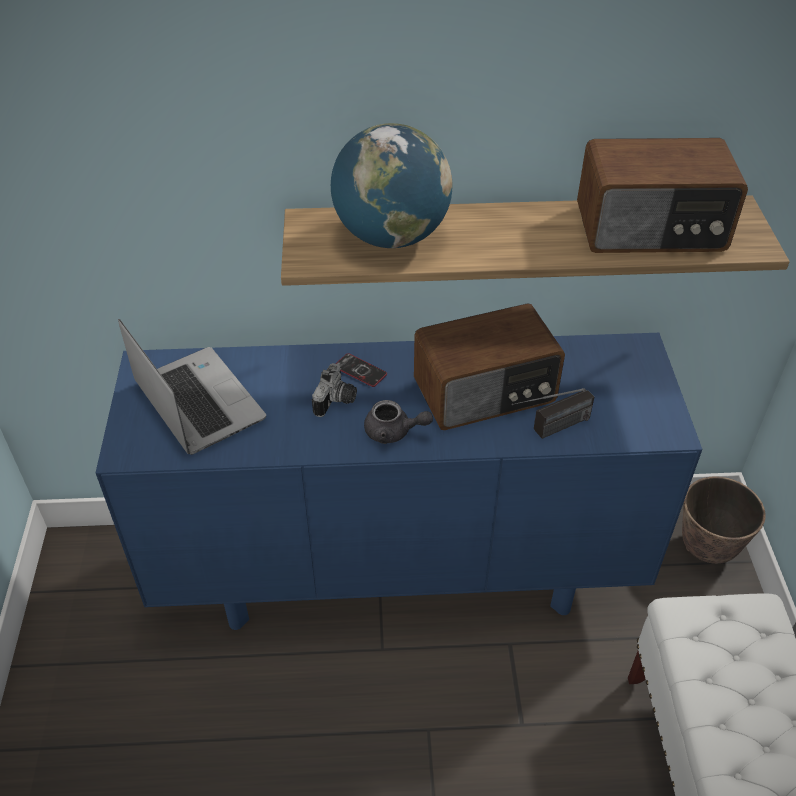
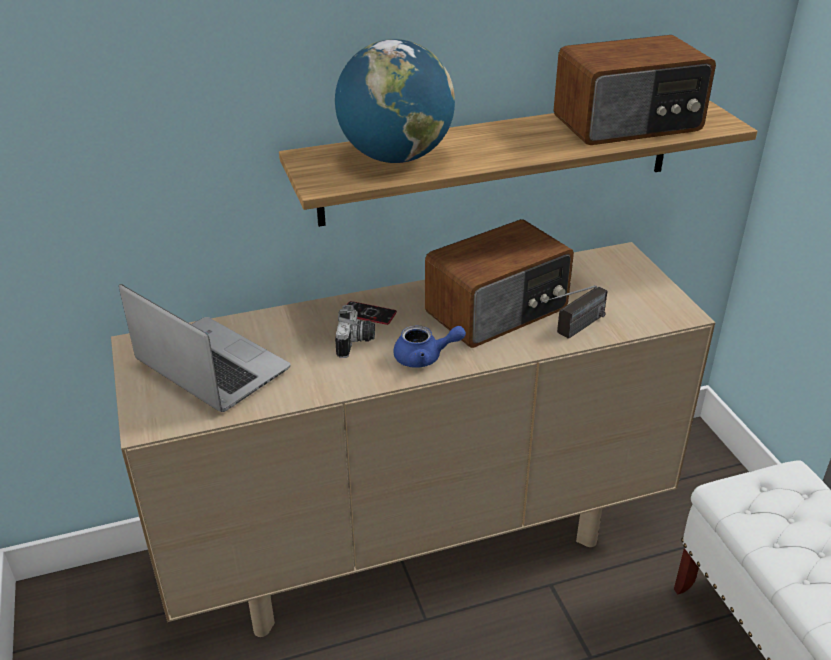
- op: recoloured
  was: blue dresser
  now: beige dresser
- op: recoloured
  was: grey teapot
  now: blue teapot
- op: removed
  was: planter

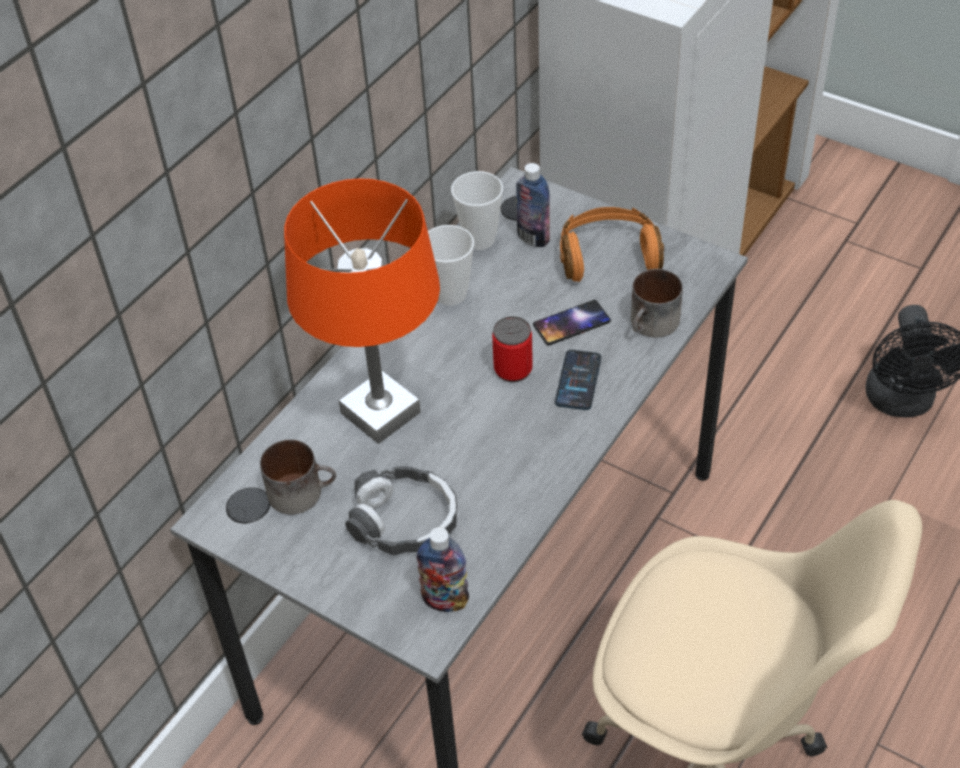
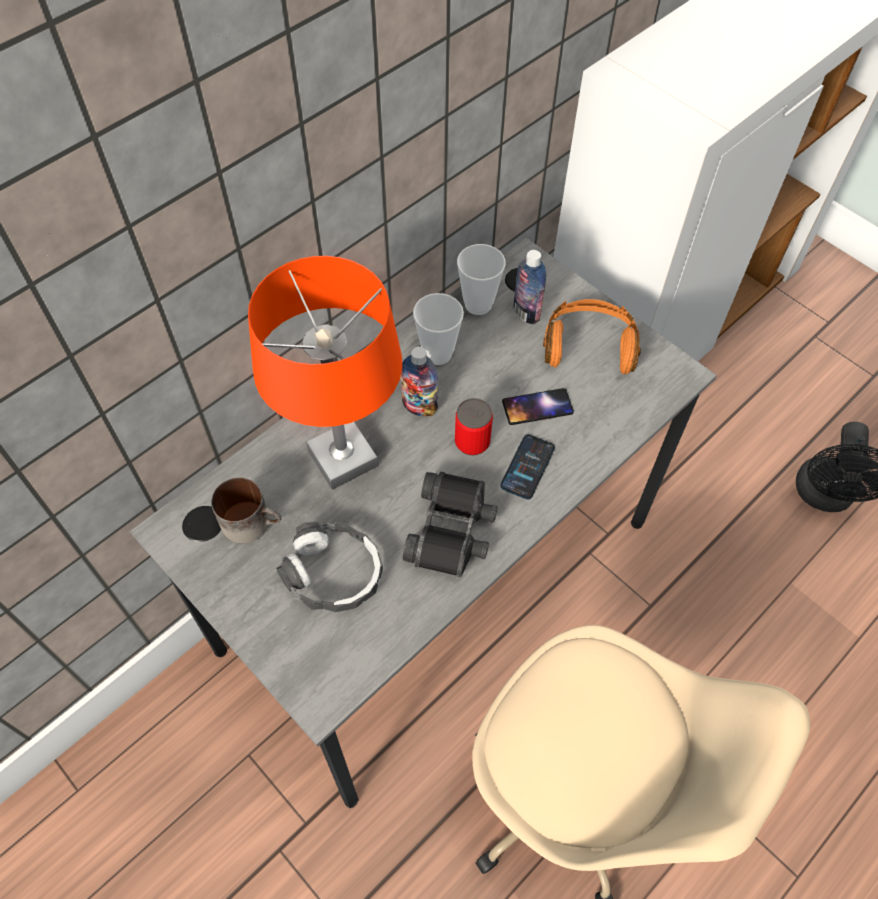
- op: removed
  was: mug (2nd from left)
- op: moved
  was: bottle (1st from left)
- op: added
  now: black binoculars

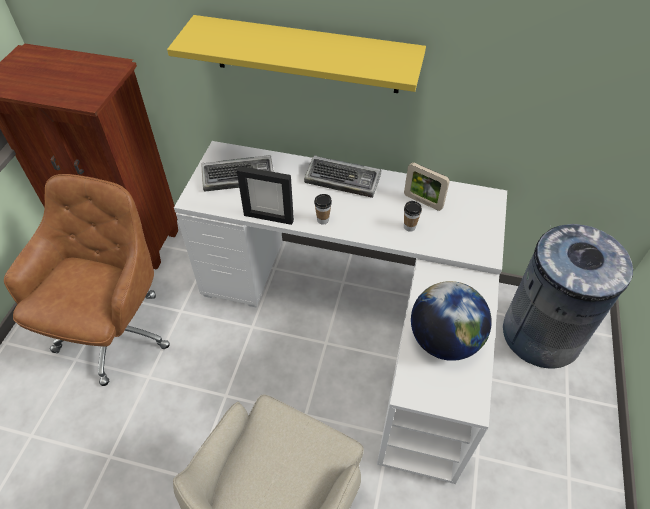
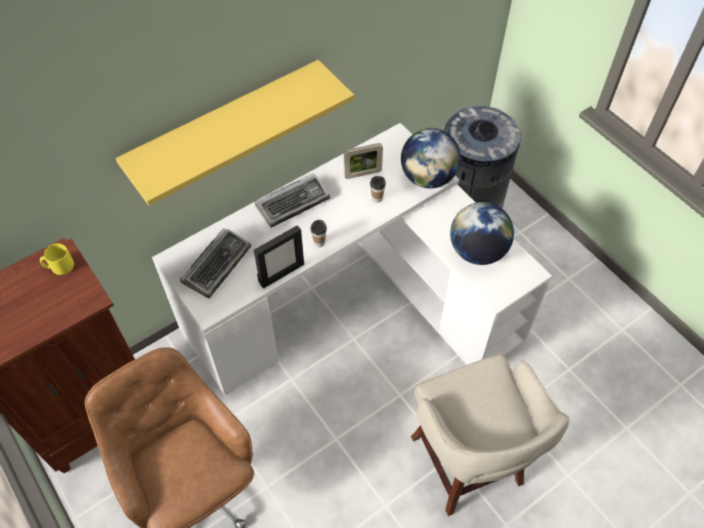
- op: added
  now: globe (1st from left)
- op: added
  now: yellow mug

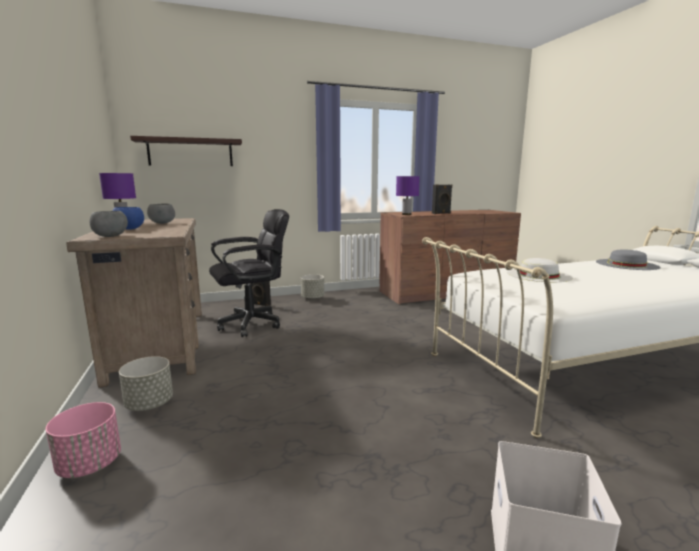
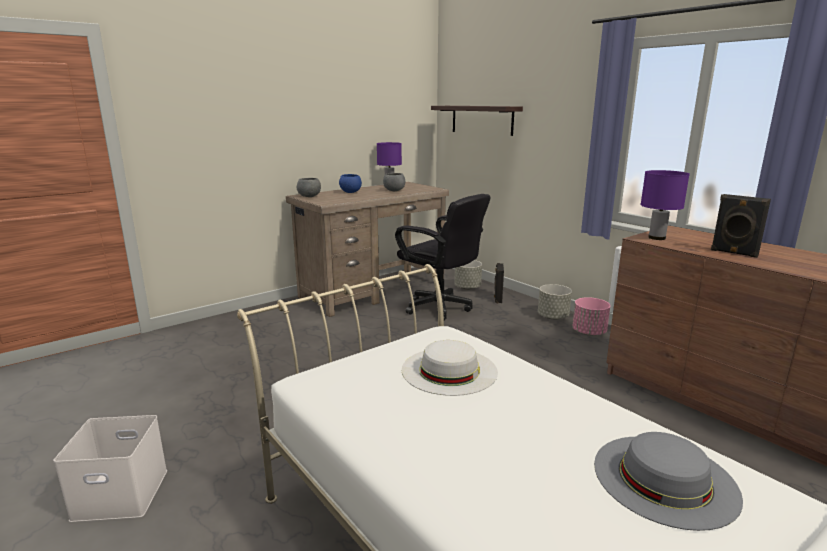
- op: moved
  was: grey planter (1st from left)
- op: moved
  was: pink planter

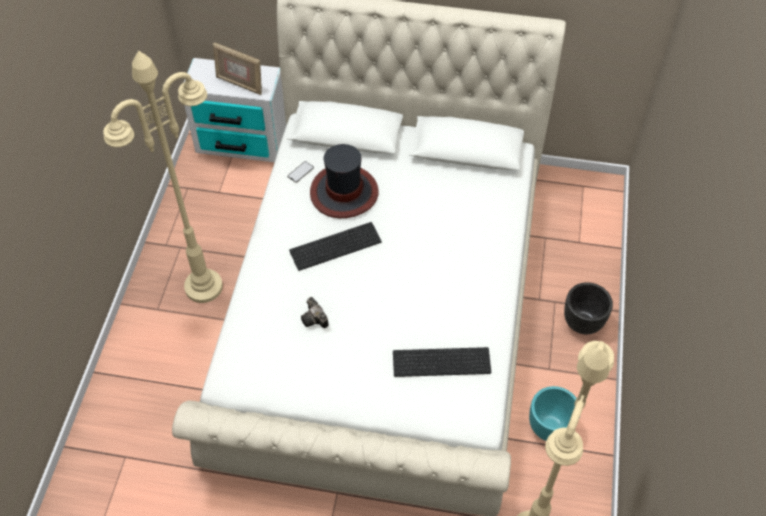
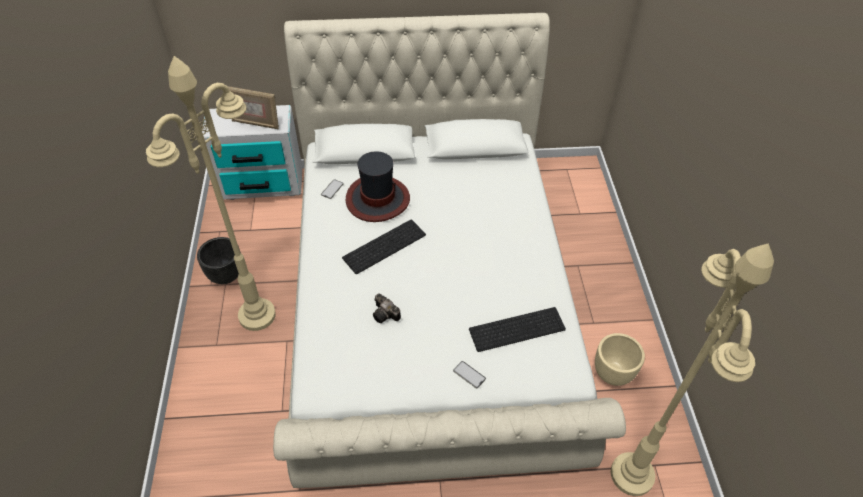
- op: moved
  was: black planter
- op: recoloured
  was: turquoise planter
  now: beige planter
- op: added
  now: phone (2nd from left)

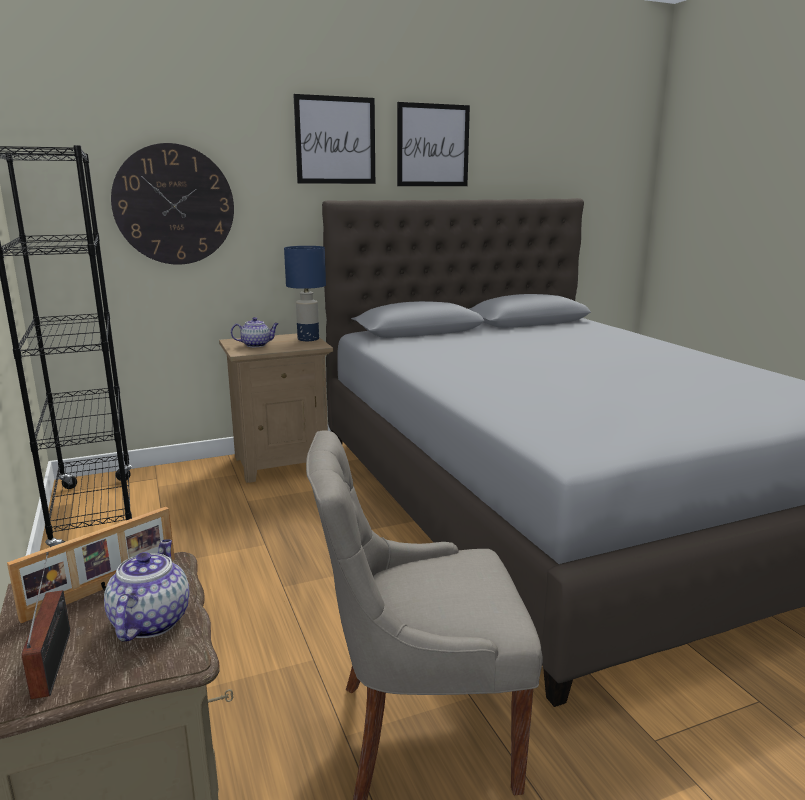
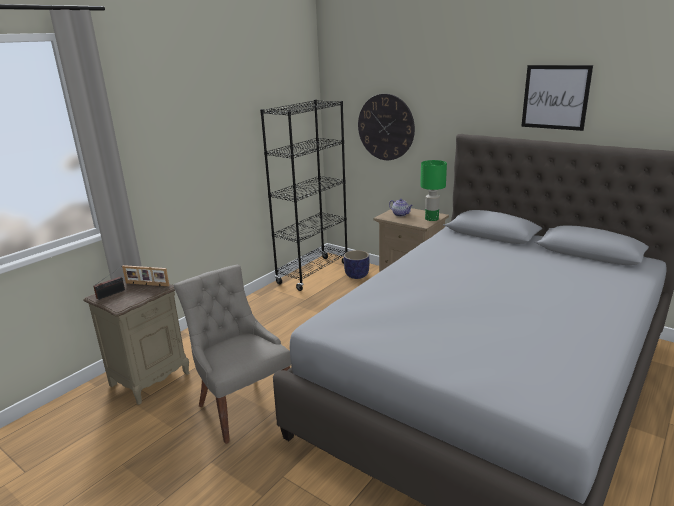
- op: removed
  was: picture (1st from left)
- op: recoloured
  was: blue table lamp
  now: green table lamp
- op: removed
  was: teapot (1st from left)
- op: added
  now: planter

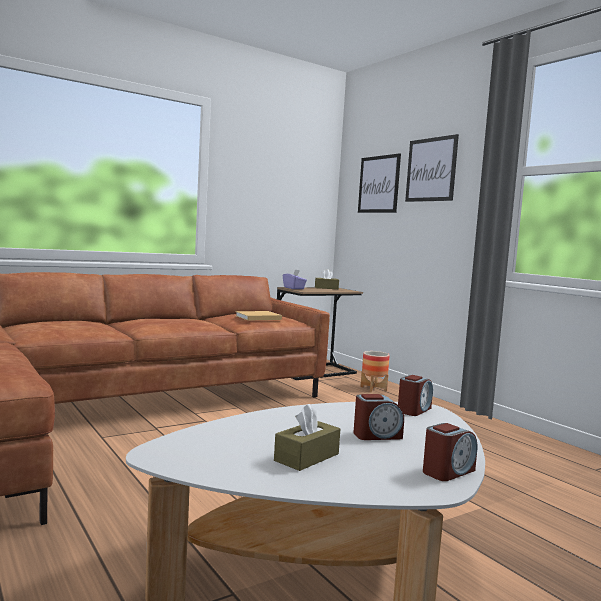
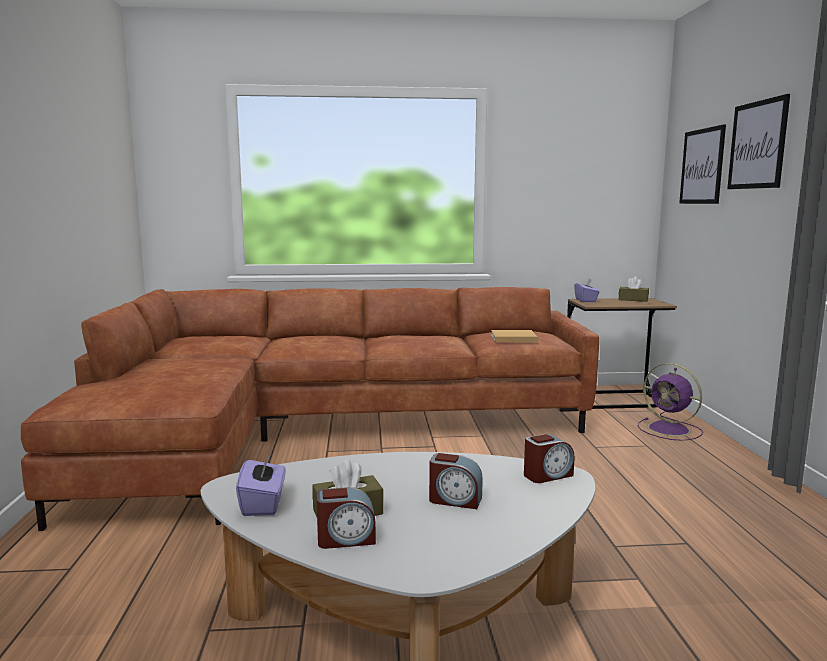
- op: replaced
  was: planter
  now: purple fan
- op: moved
  was: alarm clock (3rd from left in the first image)
  now: alarm clock (1st from left)
- op: added
  now: purple tissue box (1st from left)

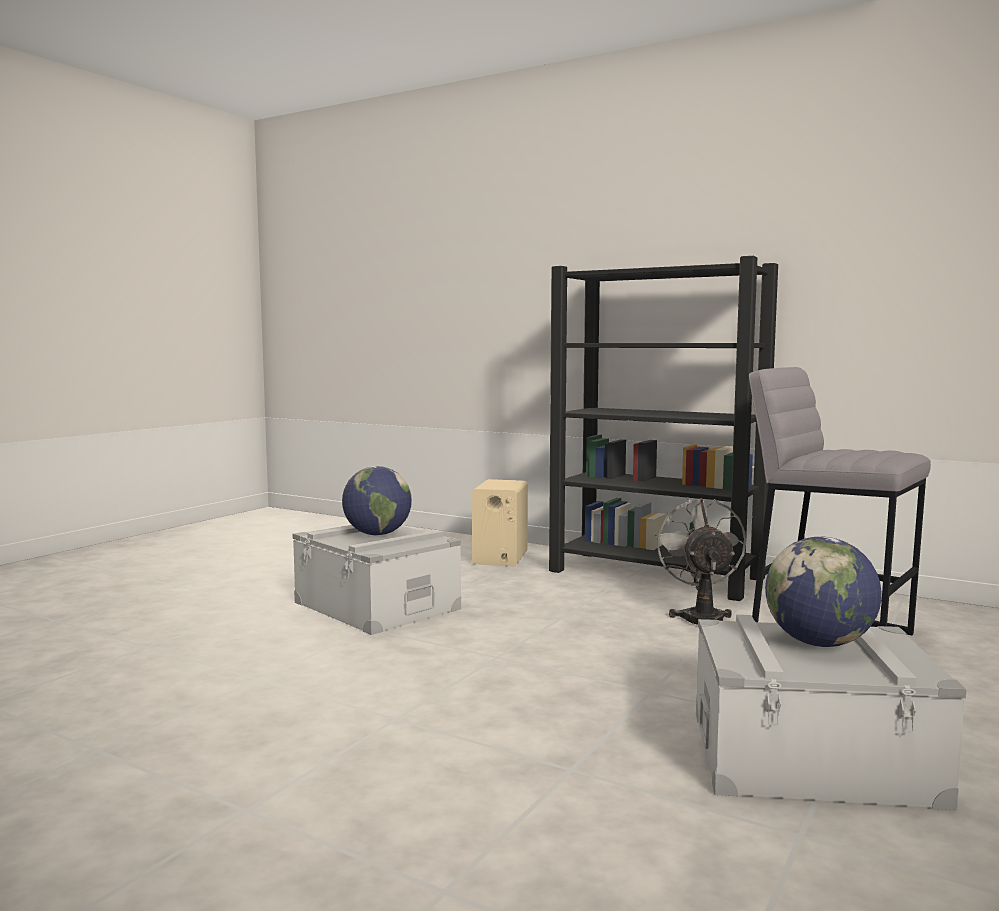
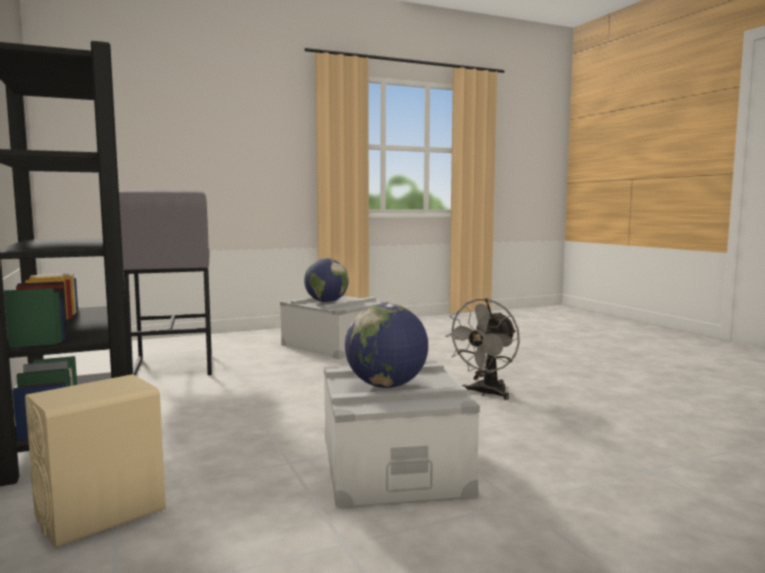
- op: moved
  was: grey fan

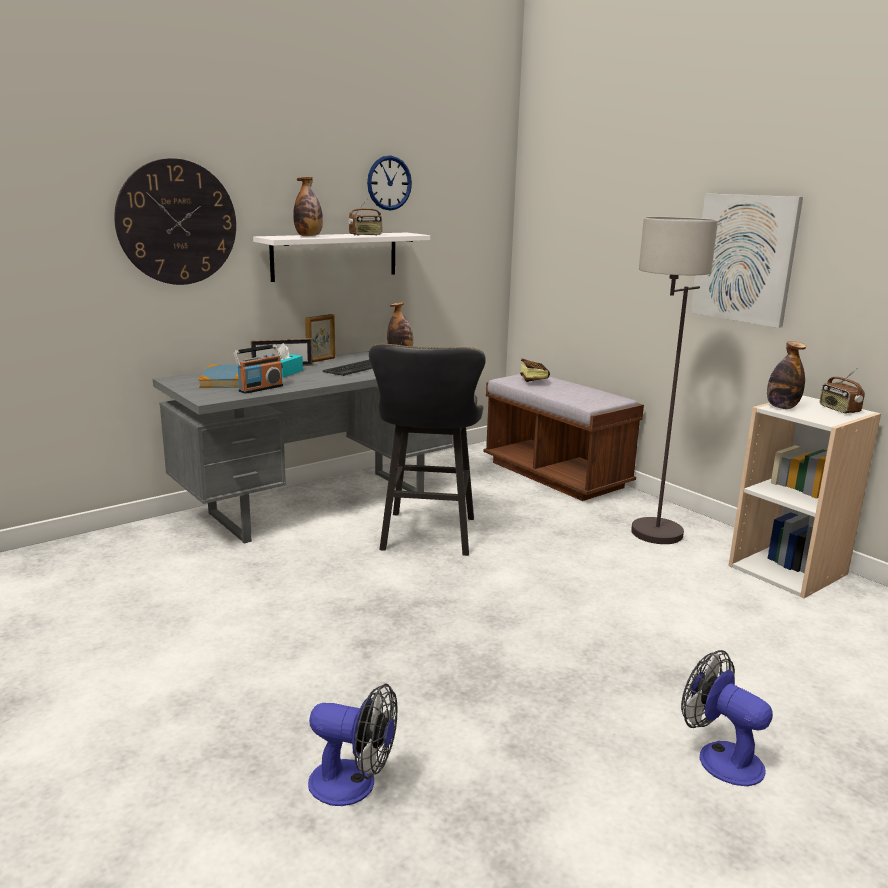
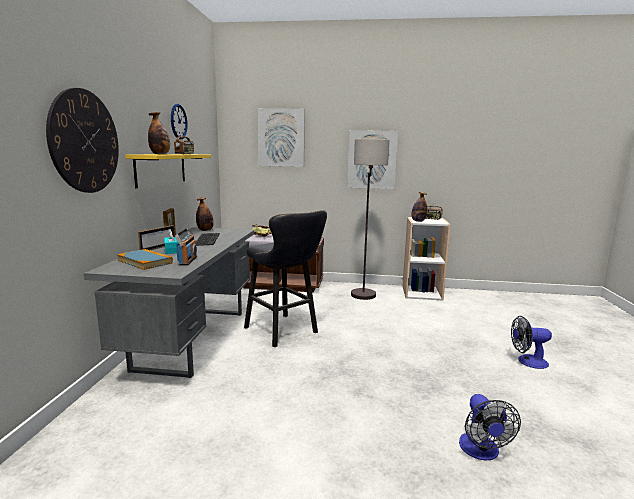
- op: recoloured
  was: white shelf
  now: yellow shelf
- op: turned
  was: fan (1st from left)
  clockwise: 120
- op: added
  now: picture (1st from left)

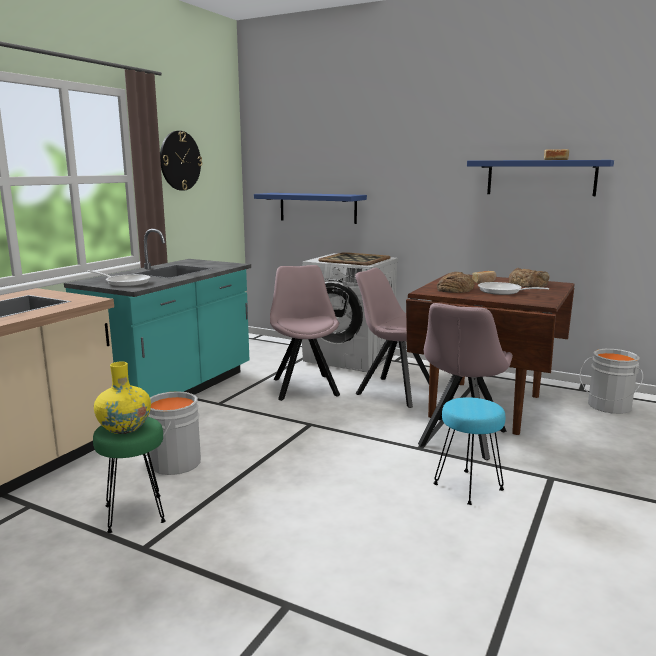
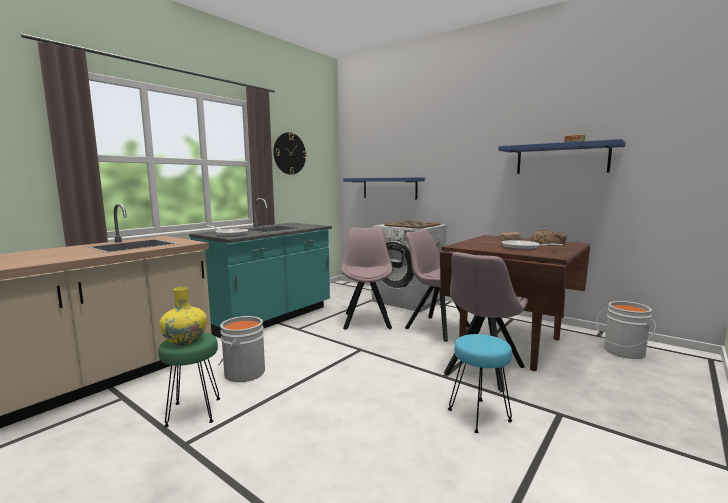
- op: removed
  was: bread (1st from left)

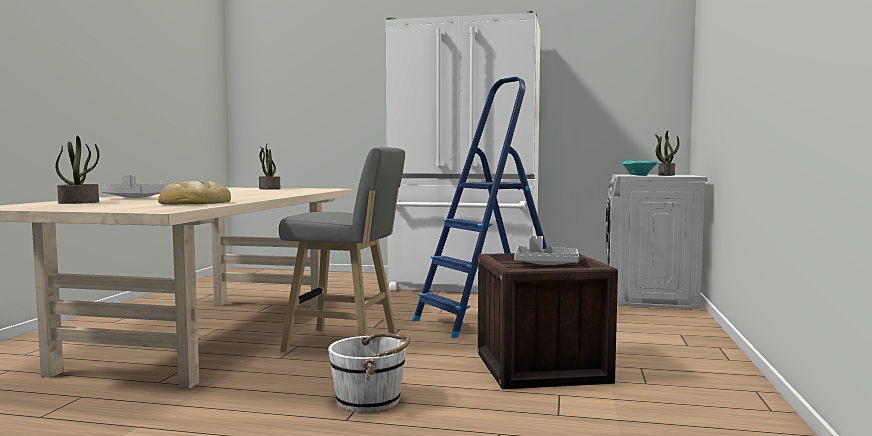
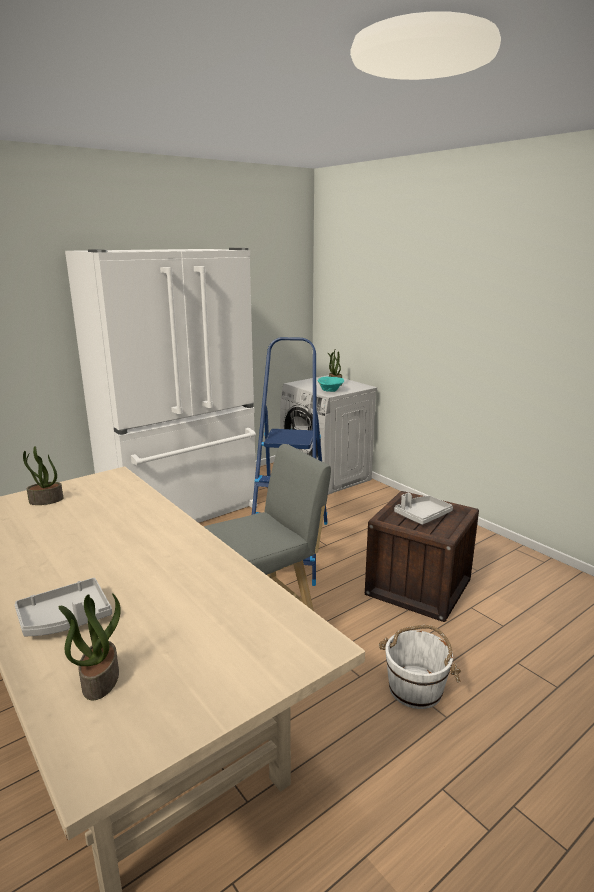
- op: removed
  was: bread

